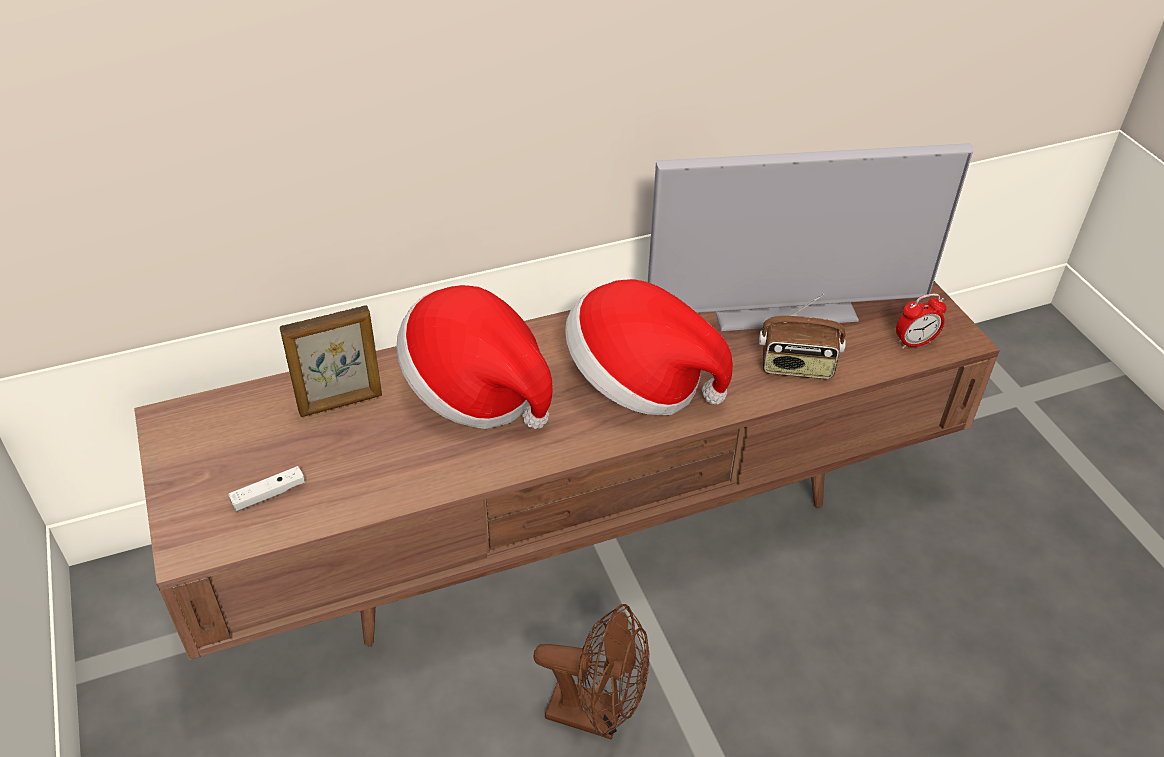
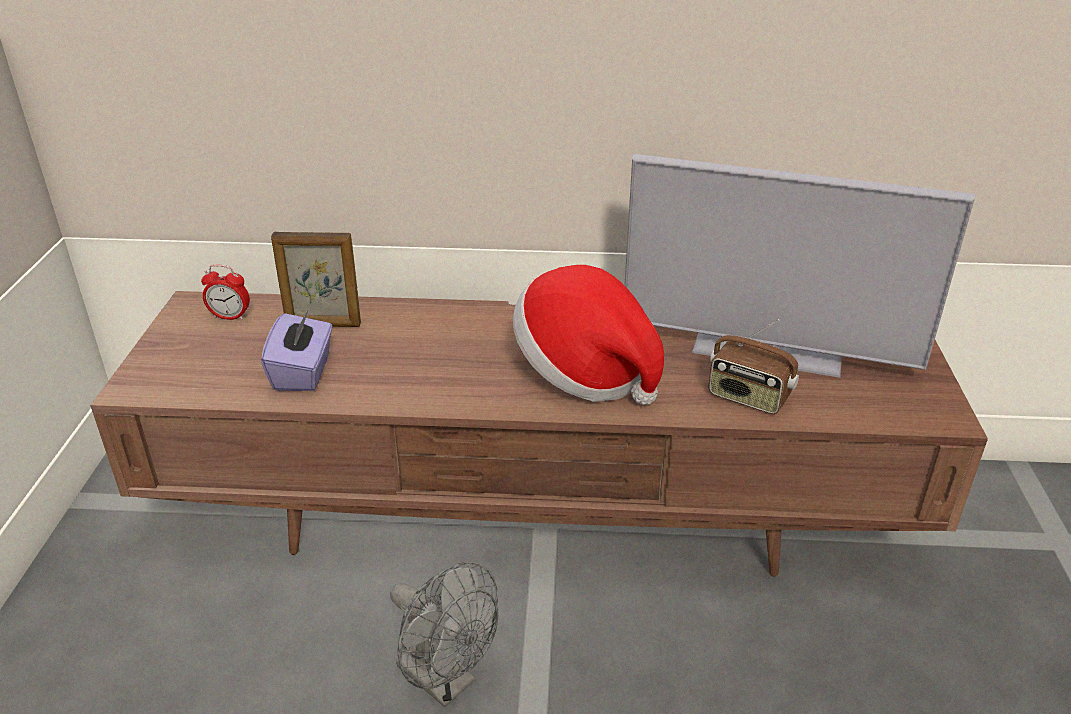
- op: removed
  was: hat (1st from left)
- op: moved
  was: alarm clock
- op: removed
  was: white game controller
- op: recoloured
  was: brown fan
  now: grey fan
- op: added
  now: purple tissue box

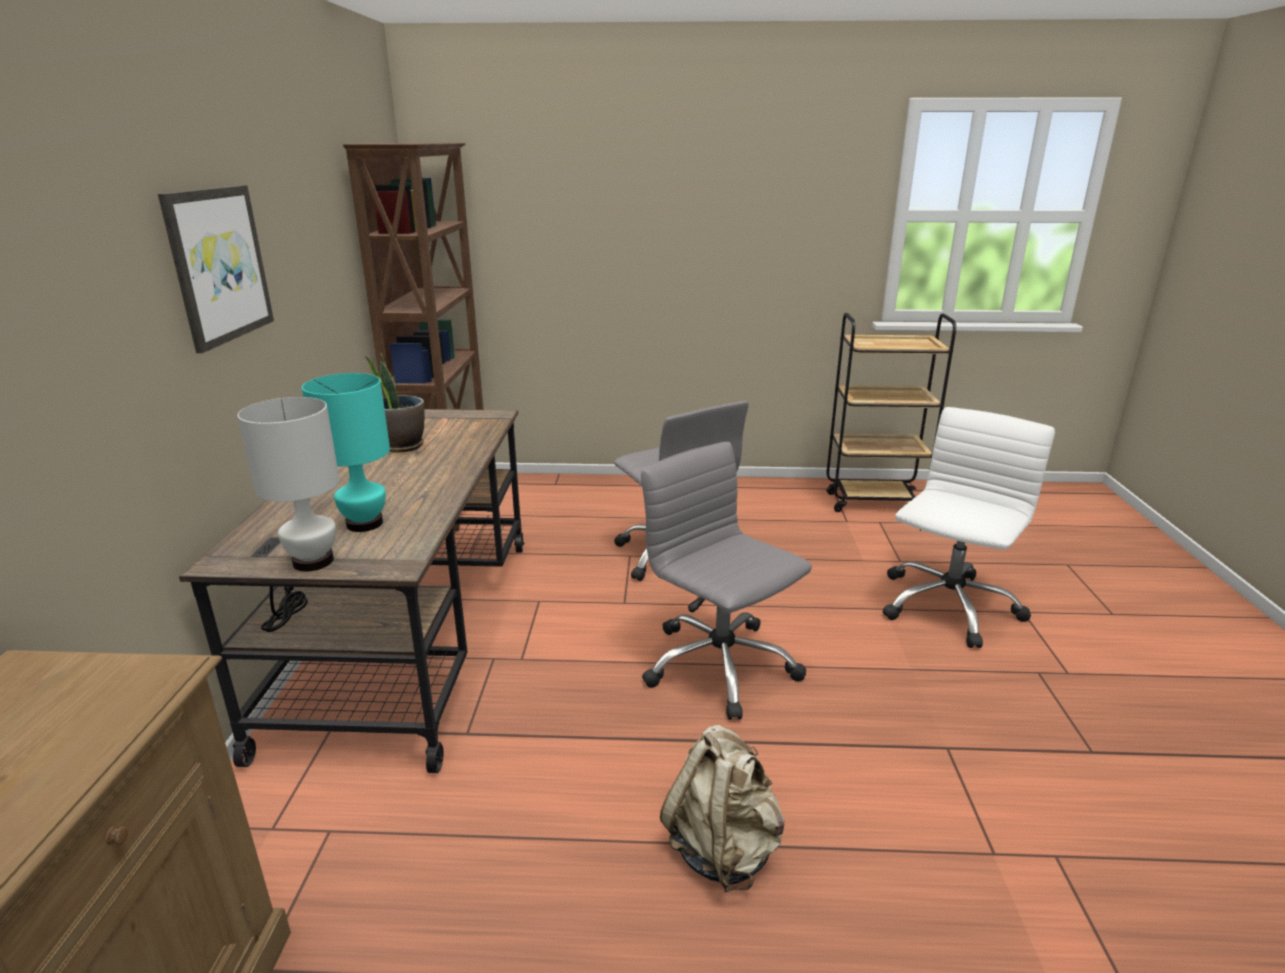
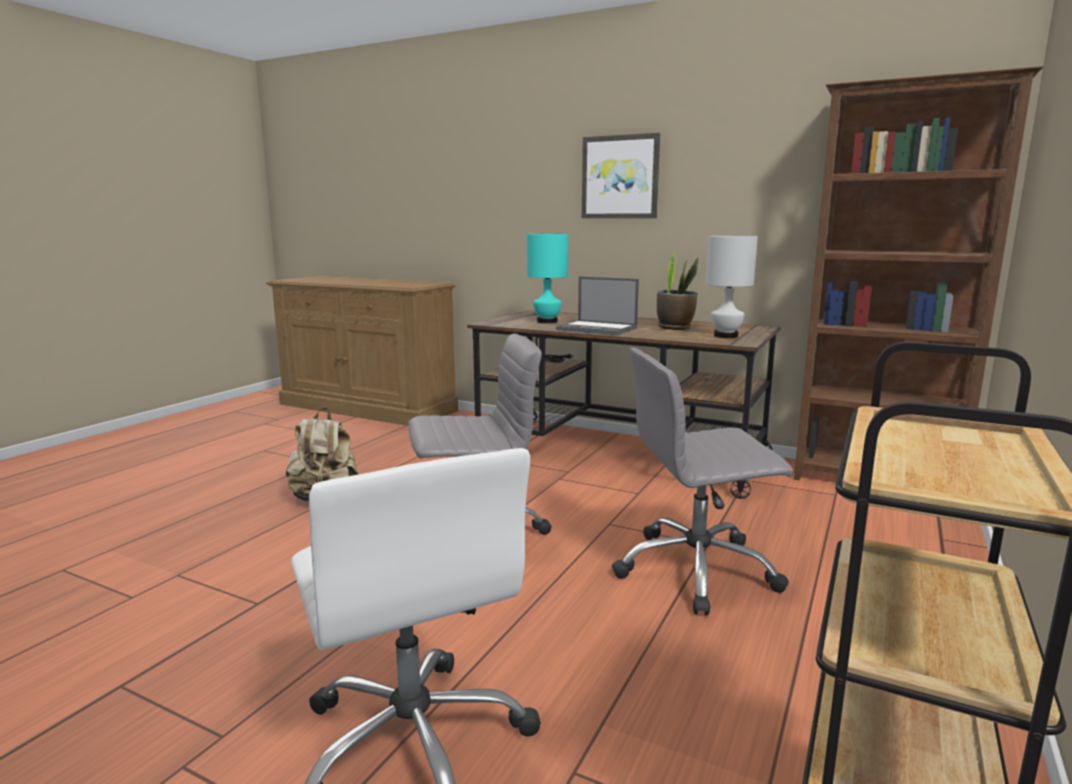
- op: moved
  was: white table lamp
- op: added
  now: laptop

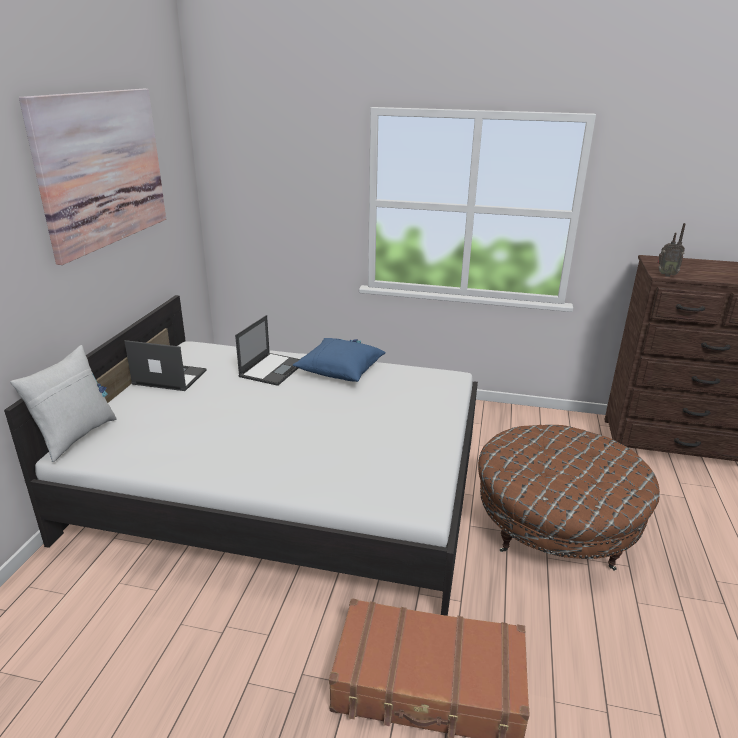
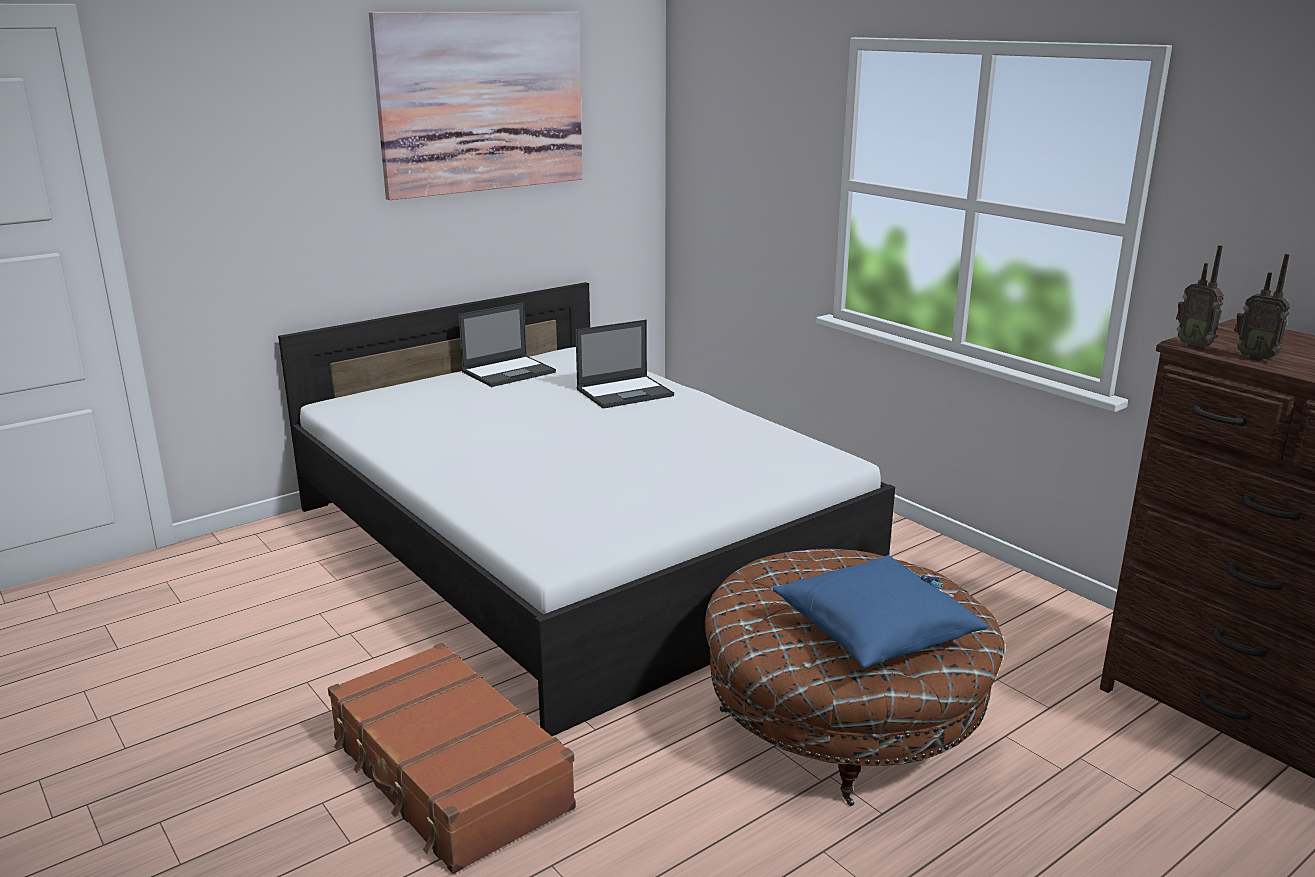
- op: moved
  was: blue pillow
- op: turned
  was: laptop (1st from left)
  clockwise: 90
- op: removed
  was: grey pillow
- op: added
  now: radio (2nd from left)

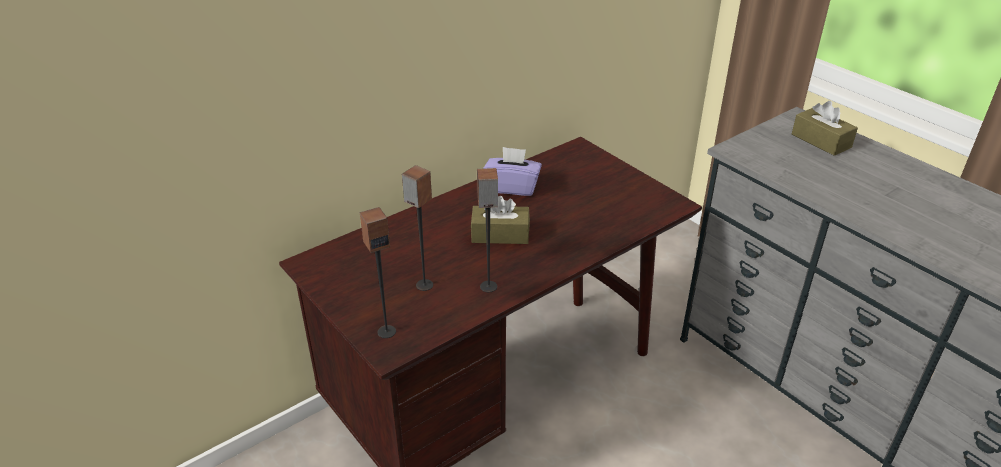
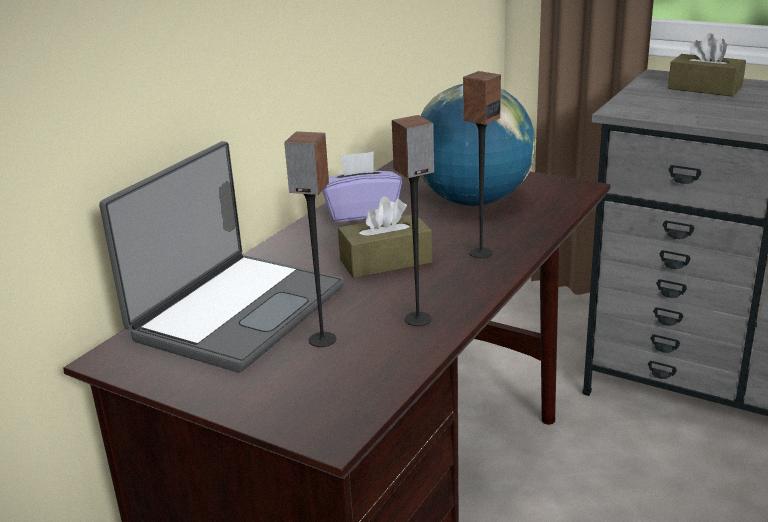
- op: moved
  was: speaker (1st from left in the first image)
  now: speaker (3rd from left)
- op: added
  now: globe
- op: added
  now: laptop

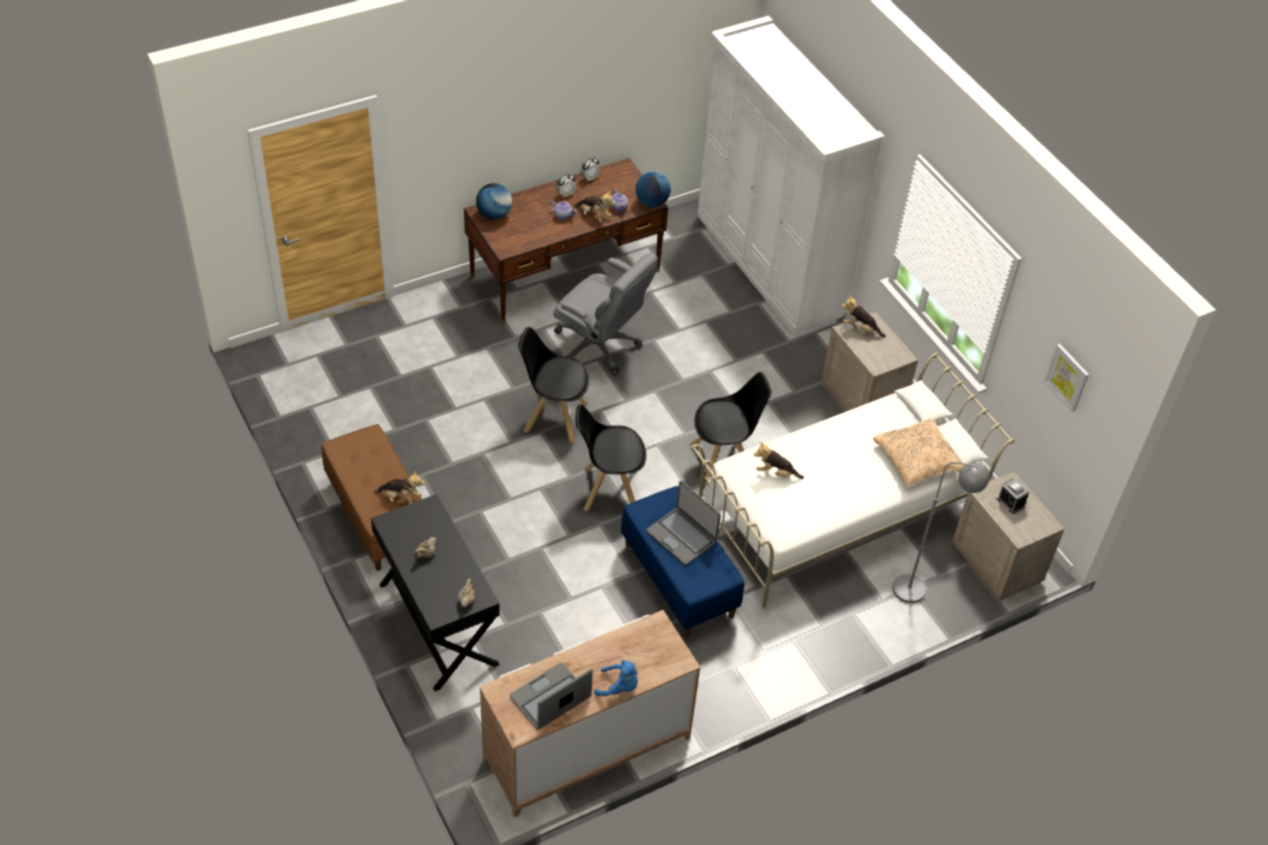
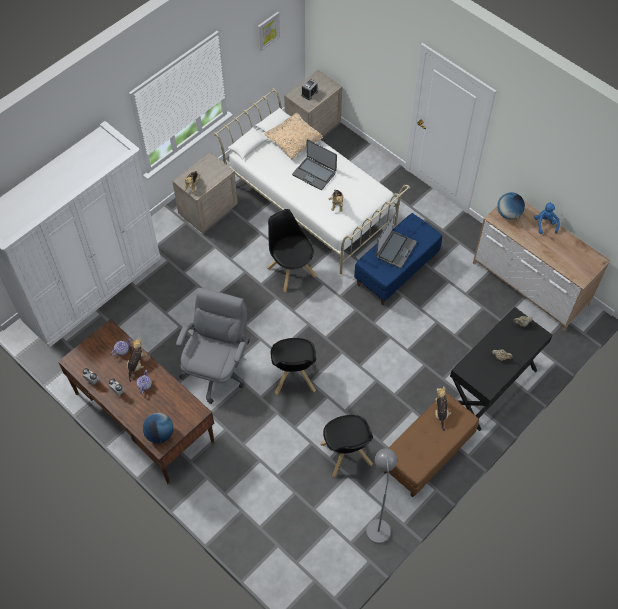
- op: moved
  was: globe (2nd from left)
- op: moved
  was: black chair (2nd from left in the first image)
  now: black chair (3rd from left)
- op: moved
  was: grey floor lamp
- op: moved
  was: laptop (1st from left)

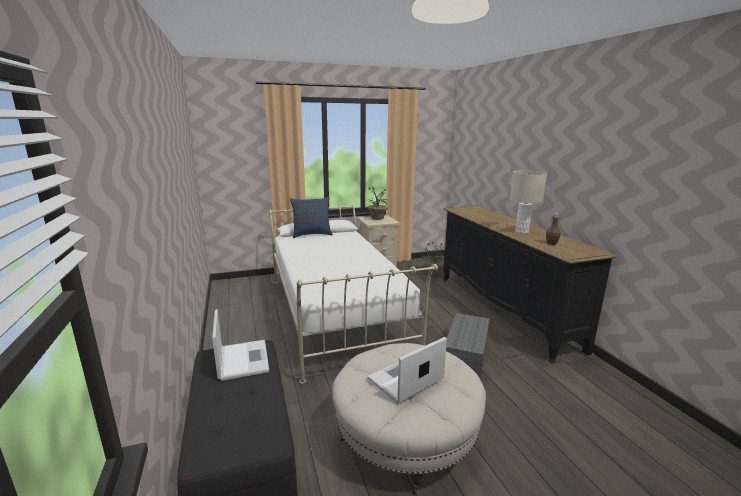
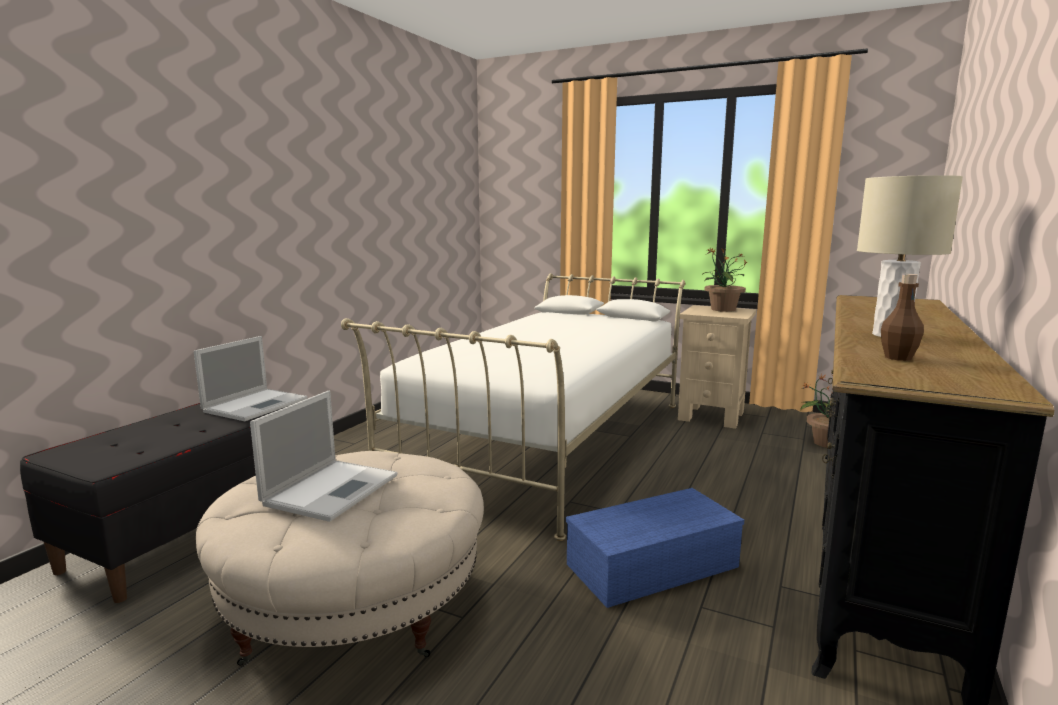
- op: removed
  was: blue pillow
- op: recoloured
  was: grey storage box
  now: blue storage box
- op: turned
  was: laptop (2nd from left)
  clockwise: 105

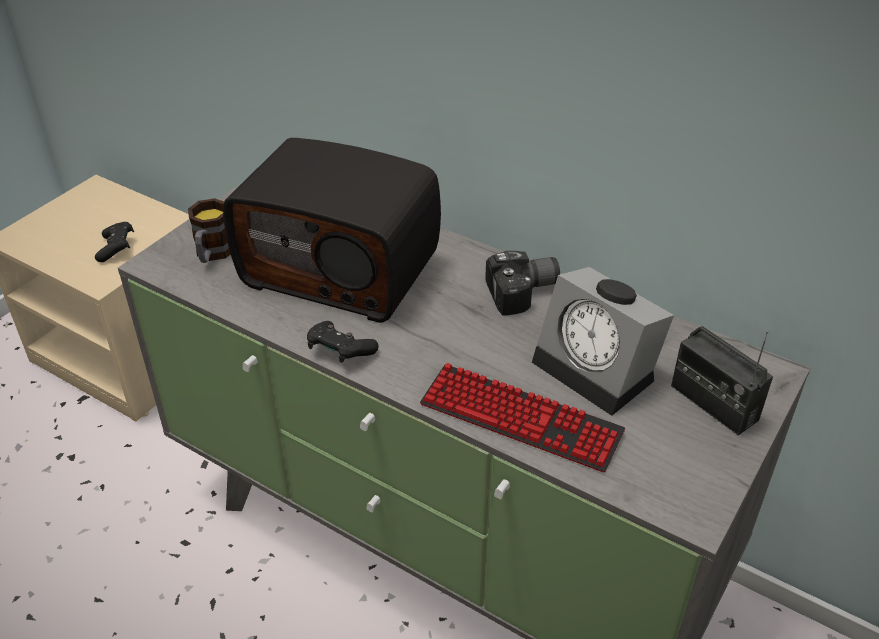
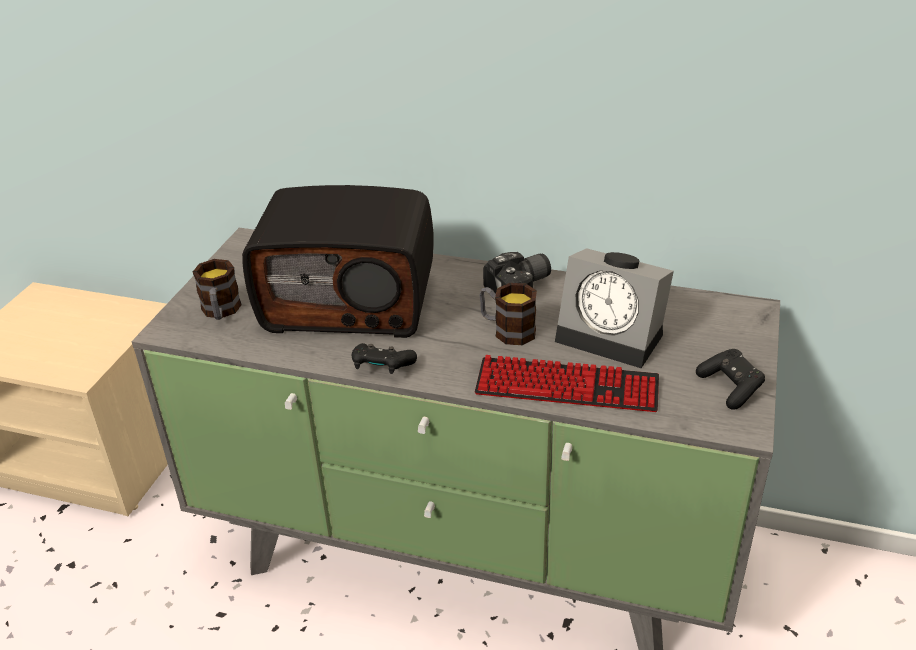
- op: moved
  was: black game controller (1st from left in the first image)
  now: black game controller (2nd from left)
- op: removed
  was: radio (2nd from left)
- op: added
  now: mug (2nd from left)

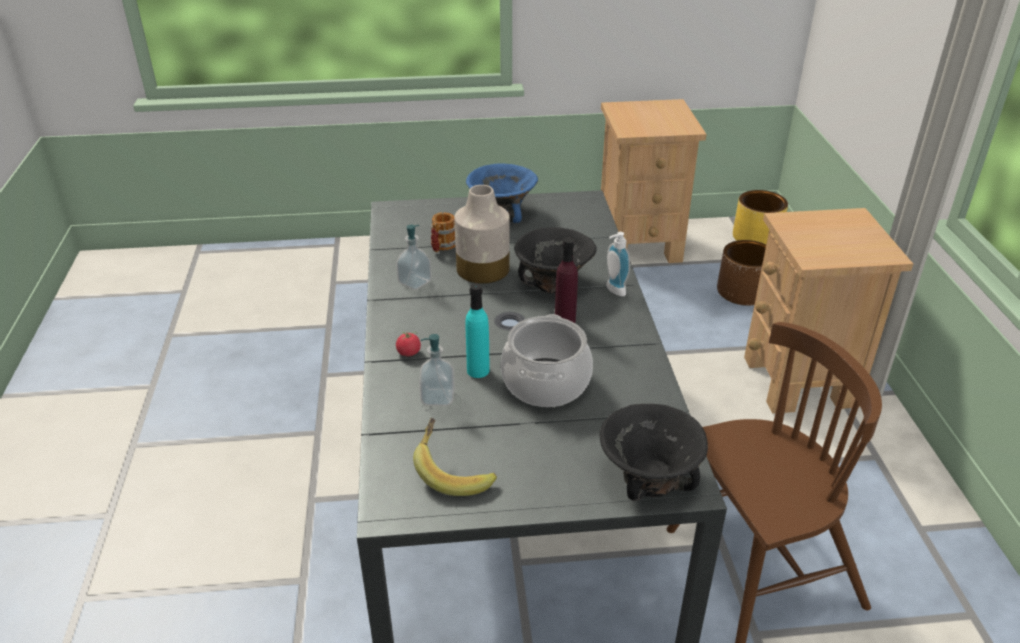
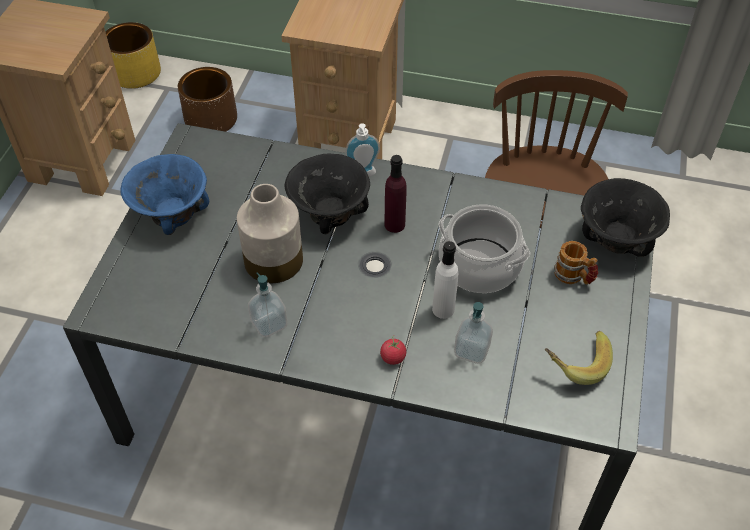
- op: moved
  was: mug
- op: recoloured
  was: turquoise bottle
  now: white bottle

